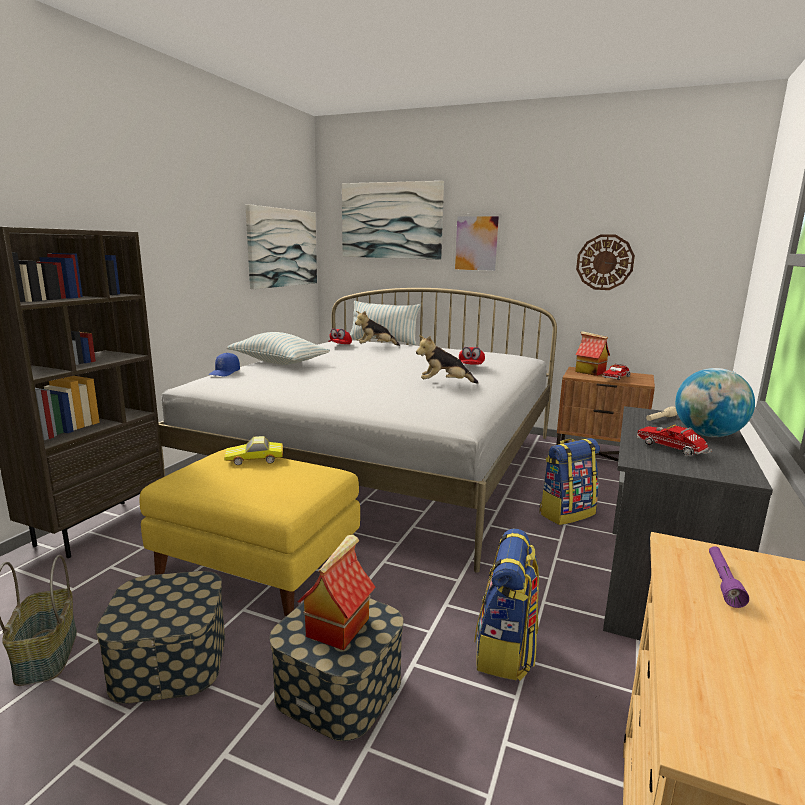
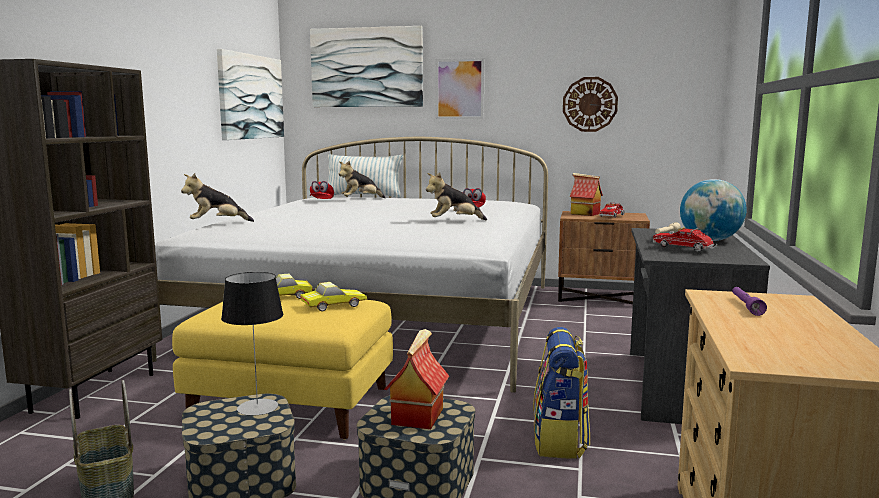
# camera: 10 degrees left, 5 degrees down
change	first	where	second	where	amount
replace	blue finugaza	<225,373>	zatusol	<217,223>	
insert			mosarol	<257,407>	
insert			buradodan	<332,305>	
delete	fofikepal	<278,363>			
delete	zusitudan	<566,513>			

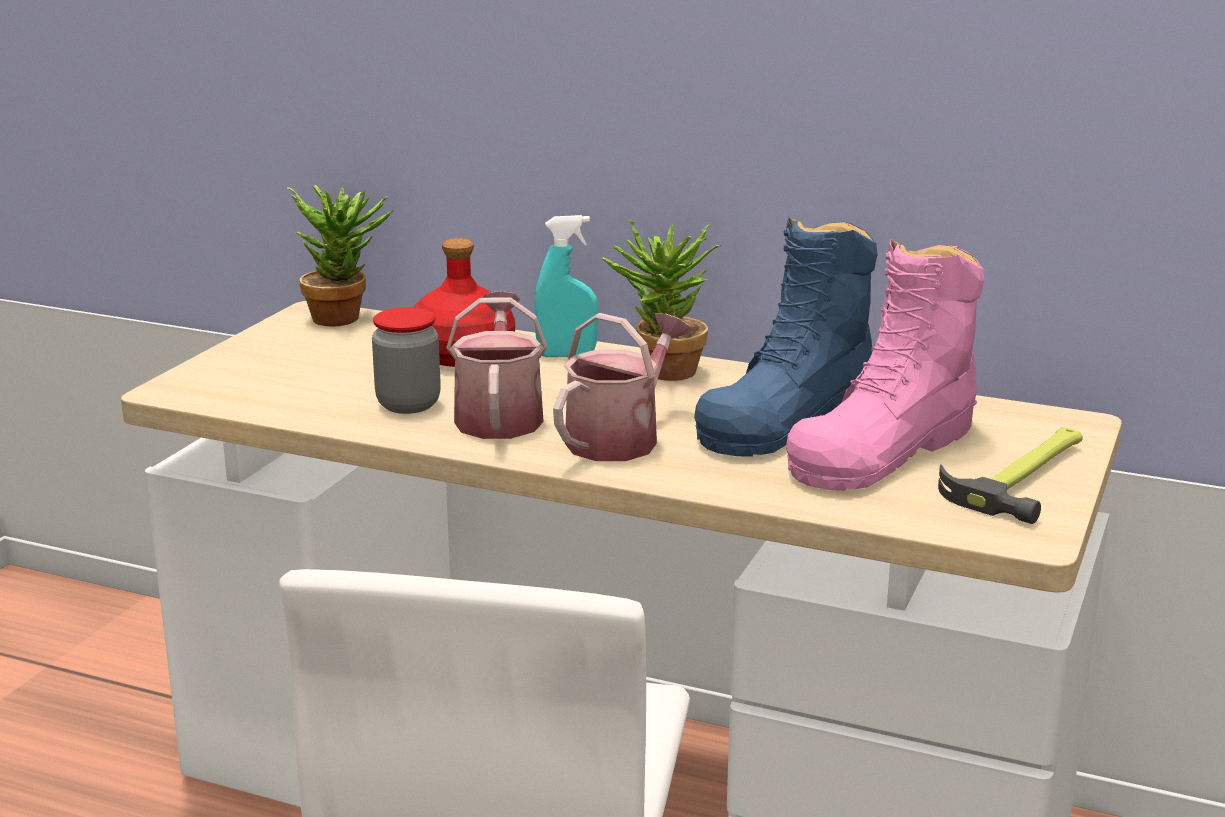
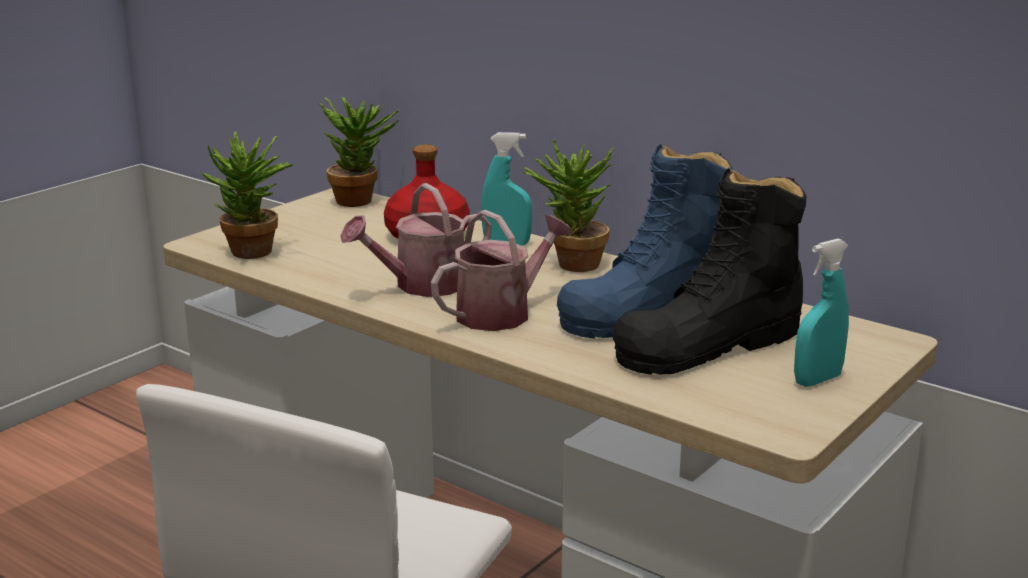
# camera: 15 degrees right, 0 degrees up
change	first	where	second	where	amount
insert			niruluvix	<253,255>	
rotate	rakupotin	<499,416>		<421,285>	135 degrees counterclockwise
recolor	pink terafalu	<884,450>	black terafalu	<709,345>	
replace	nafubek	<1025,476>	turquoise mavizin	<817,380>	
delete	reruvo	<408,404>			

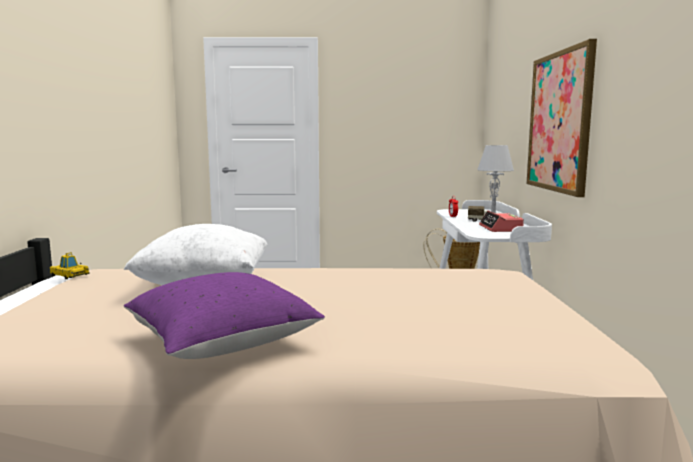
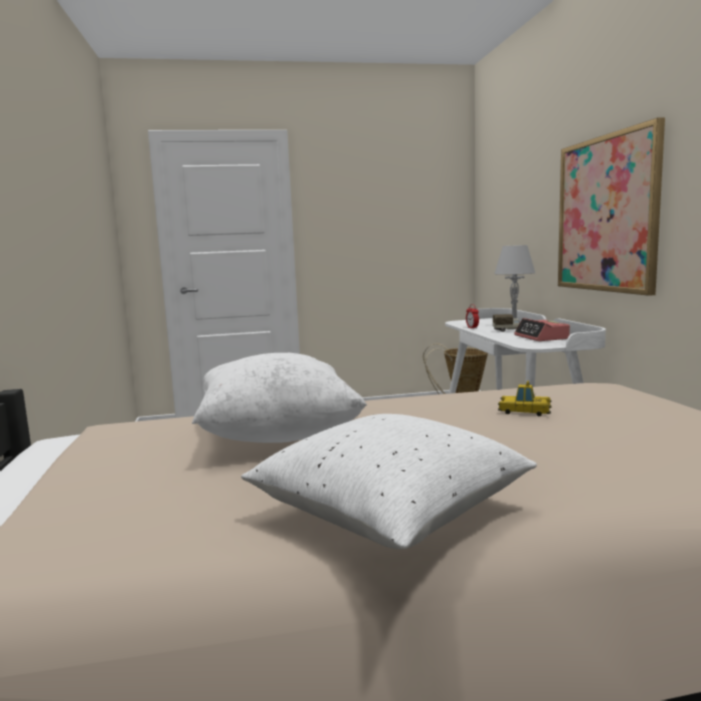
# camera: 10 degrees left, 0 degrees up
change	first	where	second	where	amount
recolor	purple fofikepal	<222,343>	white fofikepal	<390,514>	
move	buradodan	<69,275>		<524,411>	

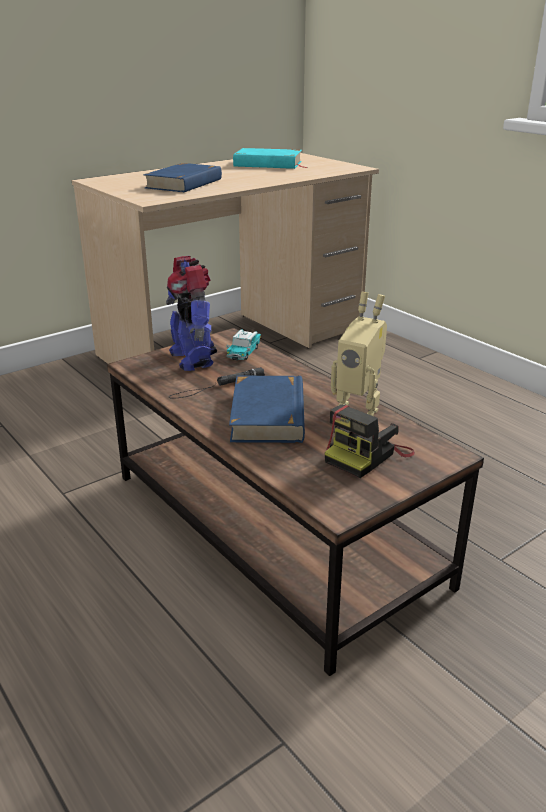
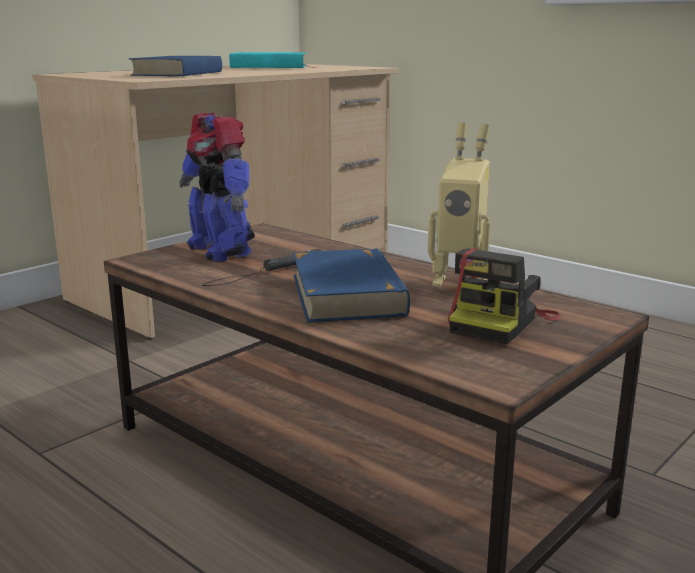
# camera: 10 degrees left, 10 degrees down
change	first	where	second	where	amount
delete	buradodan	<244,352>			

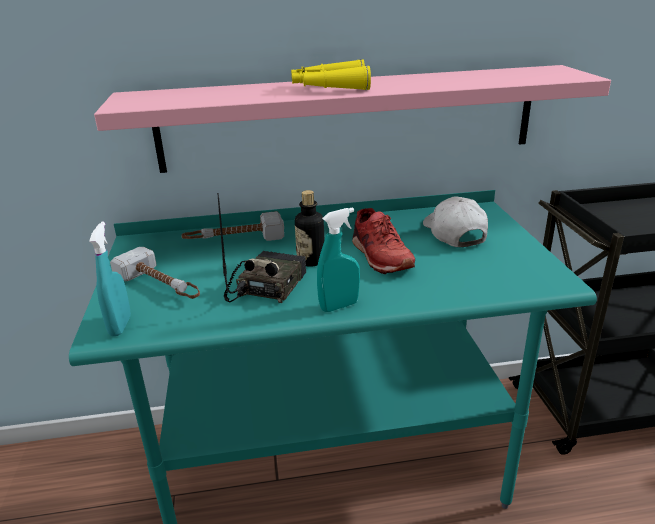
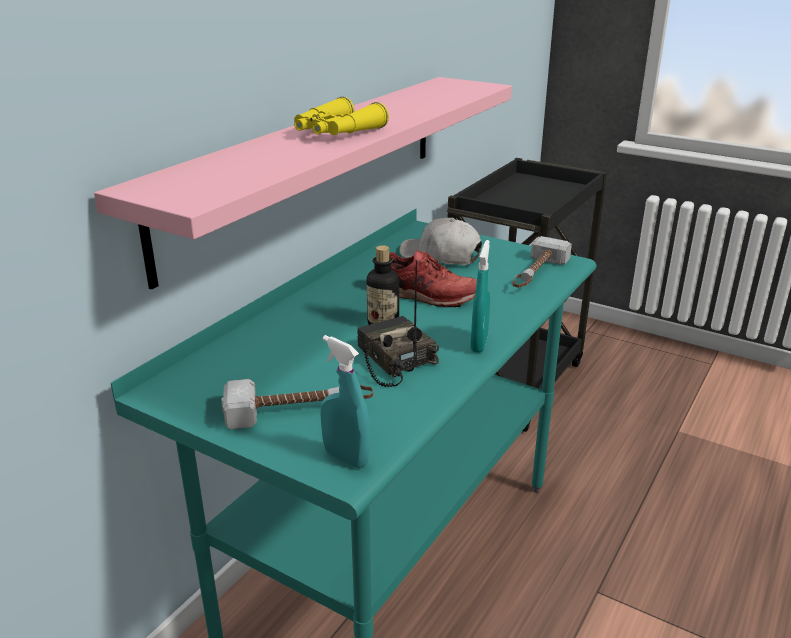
# camera: 50 degrees left, 0 degrees up
change	first	where	second	where	amount
move	nafubek	<234,238>		<536,274>	

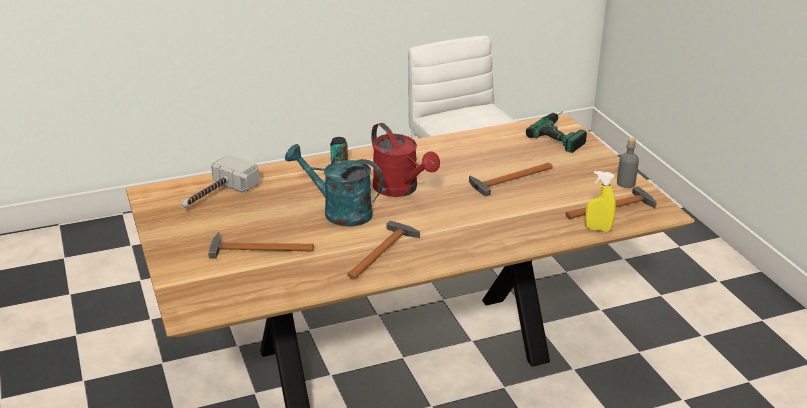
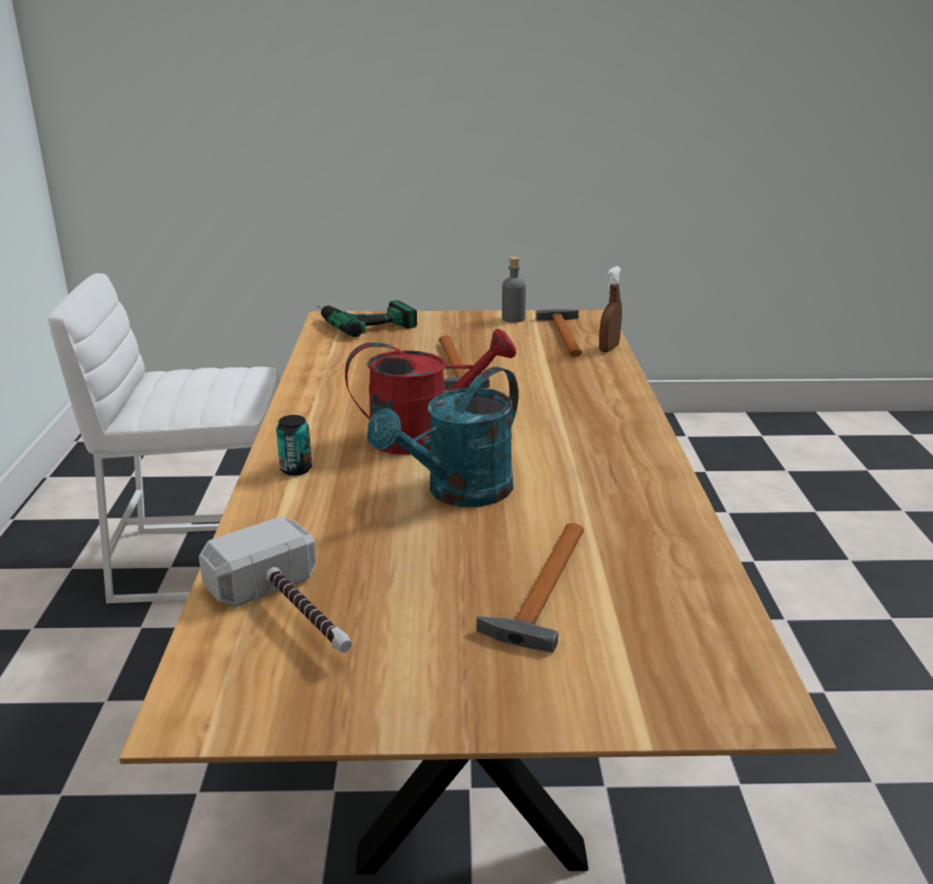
# camera: 70 degrees left, 5 degrees down
change	first	where	second	where	amount
recolor	yellow mavizin	<598,229>	brown mavizin	<609,348>	
delete	nafubek	<383,251>			

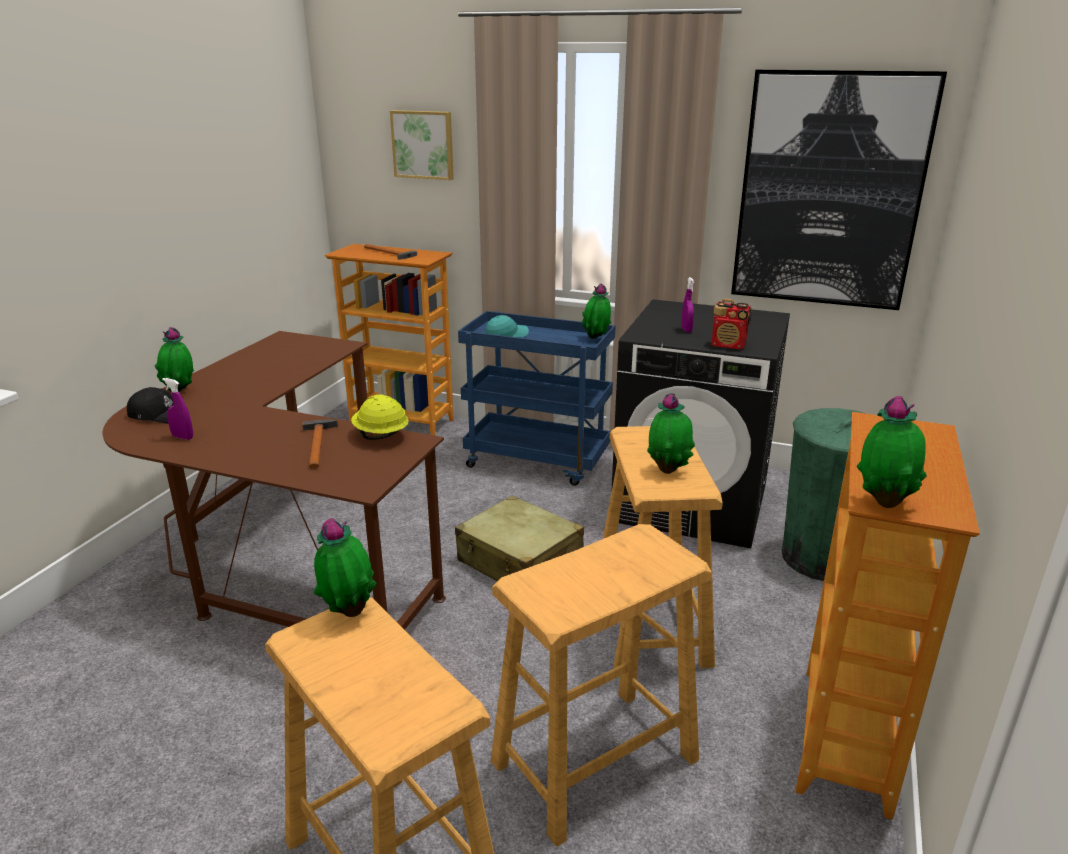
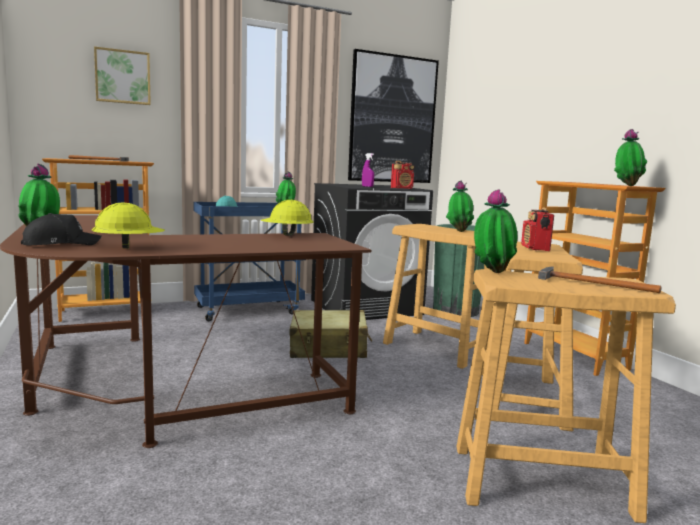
# camera: 45 degrees left, 15 degrees down
change	first	where	second	where	amount
replace	purple mavizin	<182,437>	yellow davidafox	<129,247>	
insert			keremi	<535,248>	
move	nafubek	<318,444>		<591,283>	

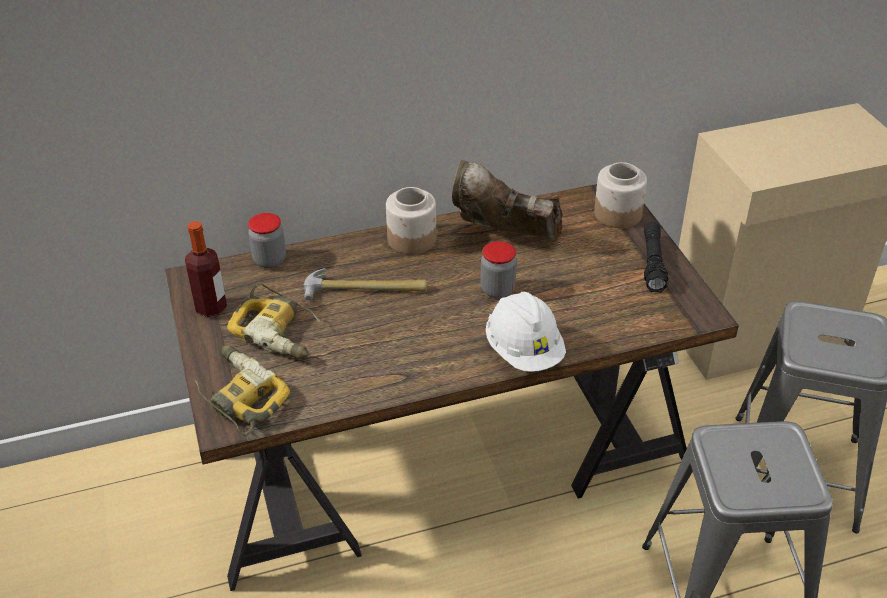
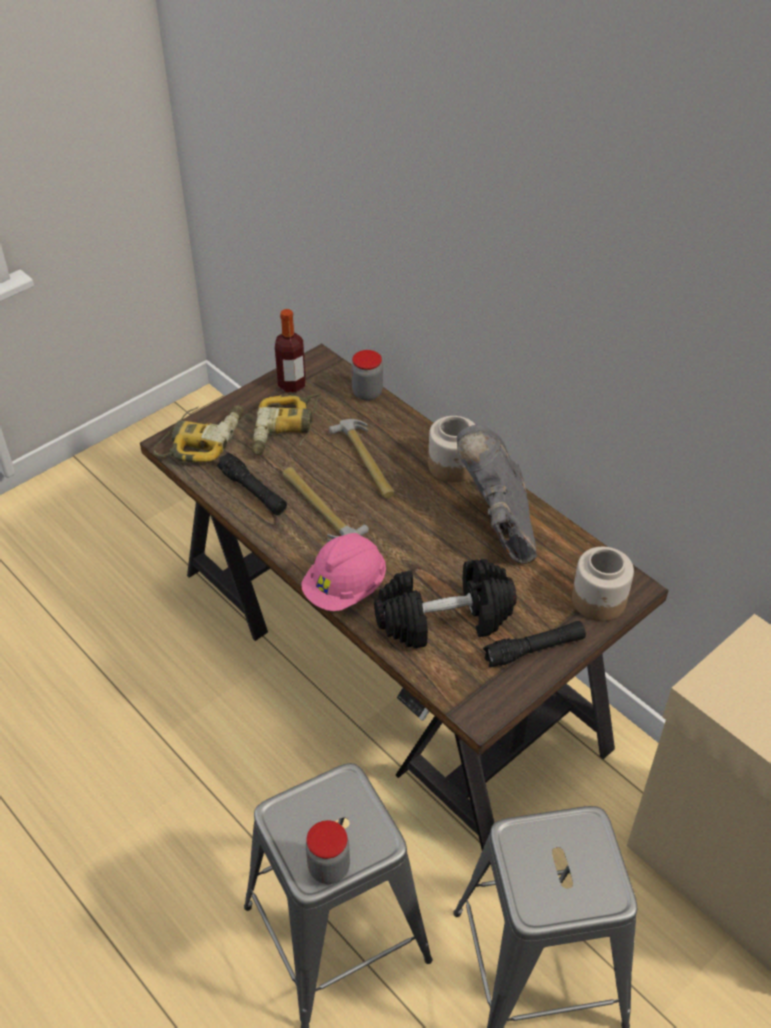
# camera: 65 degrees right, 5 degrees up
change	first	where	second	where	amount
insert			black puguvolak	<253,491>	
insert			nafubek	<320,508>	
recolor	white davidafox	<524,351>	pink davidafox	<345,588>	
move	reruvo	<497,290>		<329,868>	
insert			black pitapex	<444,620>	
recolor	brown terafalu	<503,237>	grey terafalu	<498,525>	

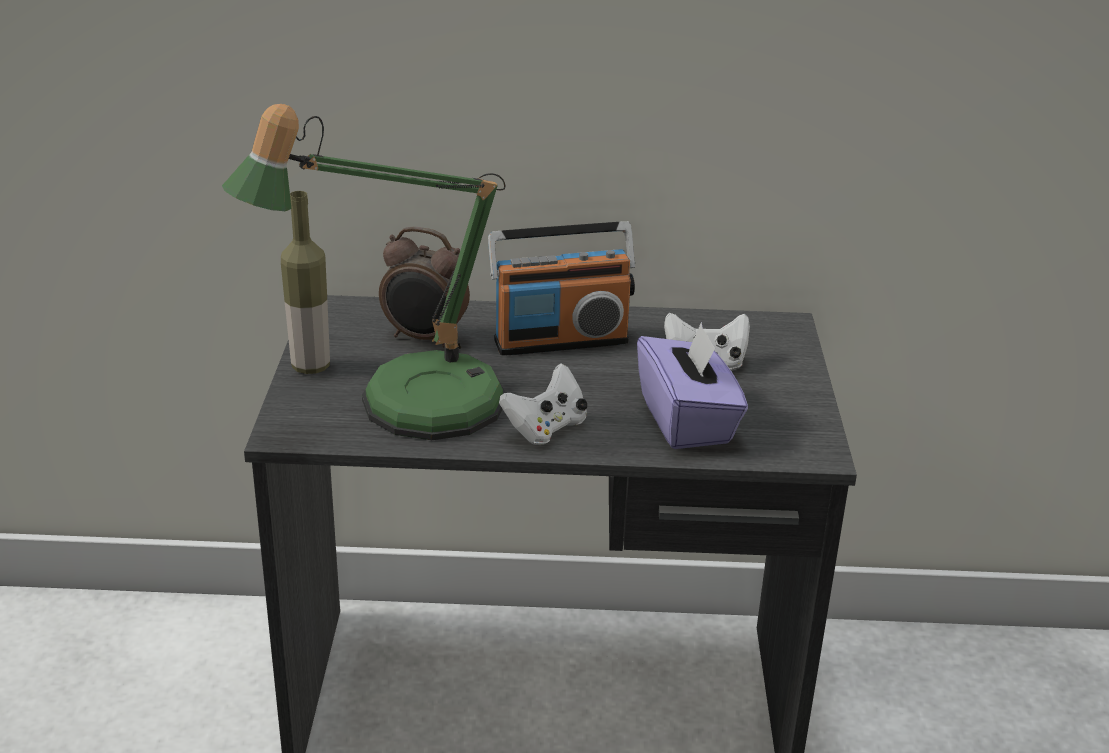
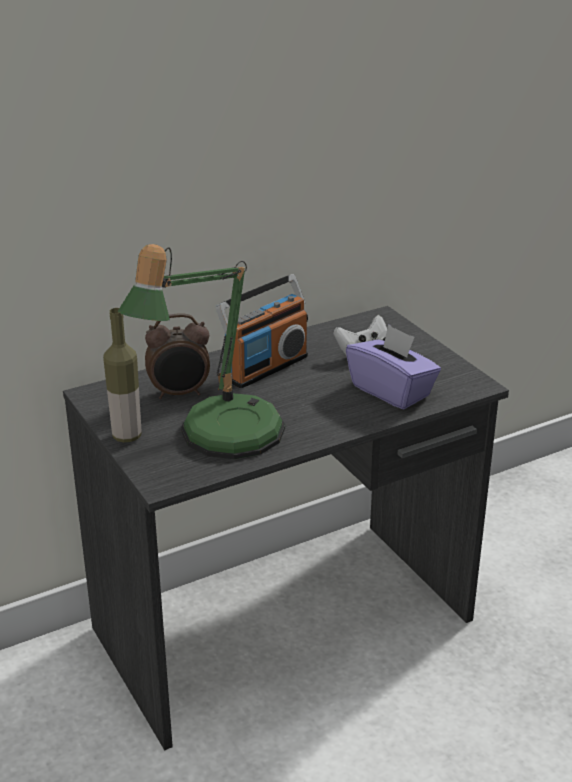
# camera: 30 degrees left, 0 degrees up
change	first	where	second	where	amount
delete	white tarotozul	<546,428>			

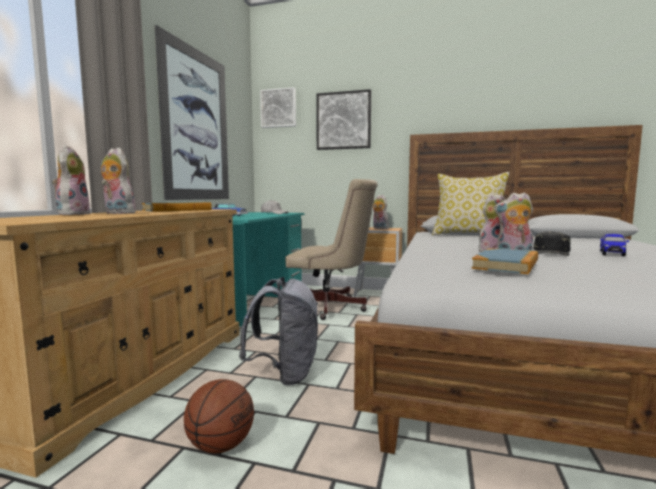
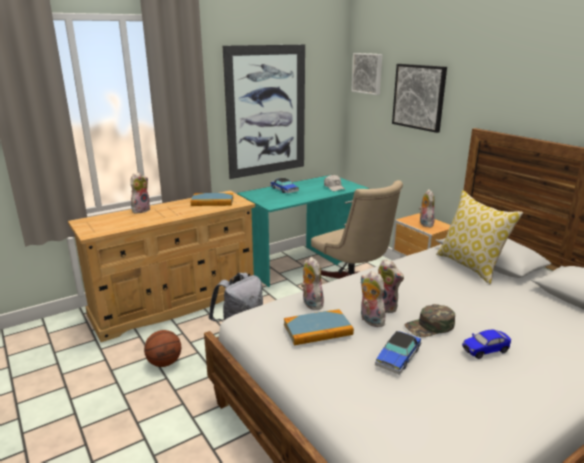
# camera: 40 degrees right, 15 degrees up
change	first	where	second	where	amount
move	zatusol	<117,213>		<310,303>	
insert			buradodan	<398,357>	
recolor	black finugaza	<552,252>	green finugaza	<430,326>	

